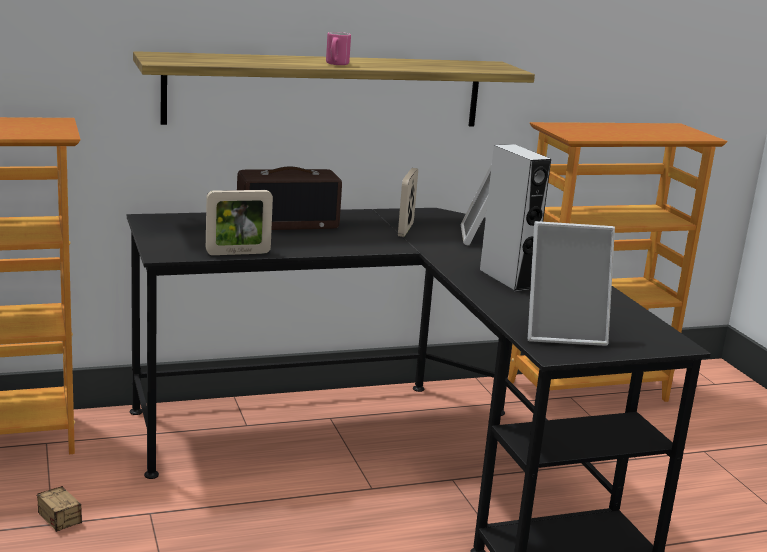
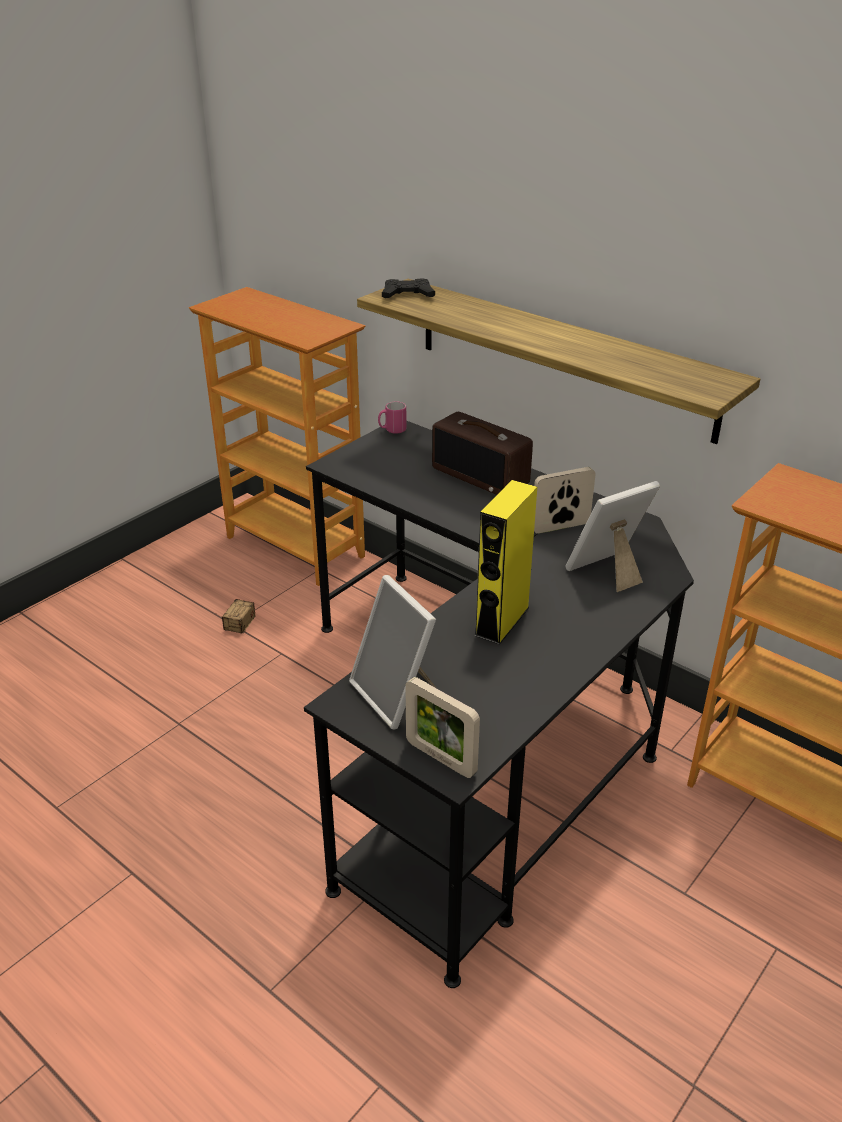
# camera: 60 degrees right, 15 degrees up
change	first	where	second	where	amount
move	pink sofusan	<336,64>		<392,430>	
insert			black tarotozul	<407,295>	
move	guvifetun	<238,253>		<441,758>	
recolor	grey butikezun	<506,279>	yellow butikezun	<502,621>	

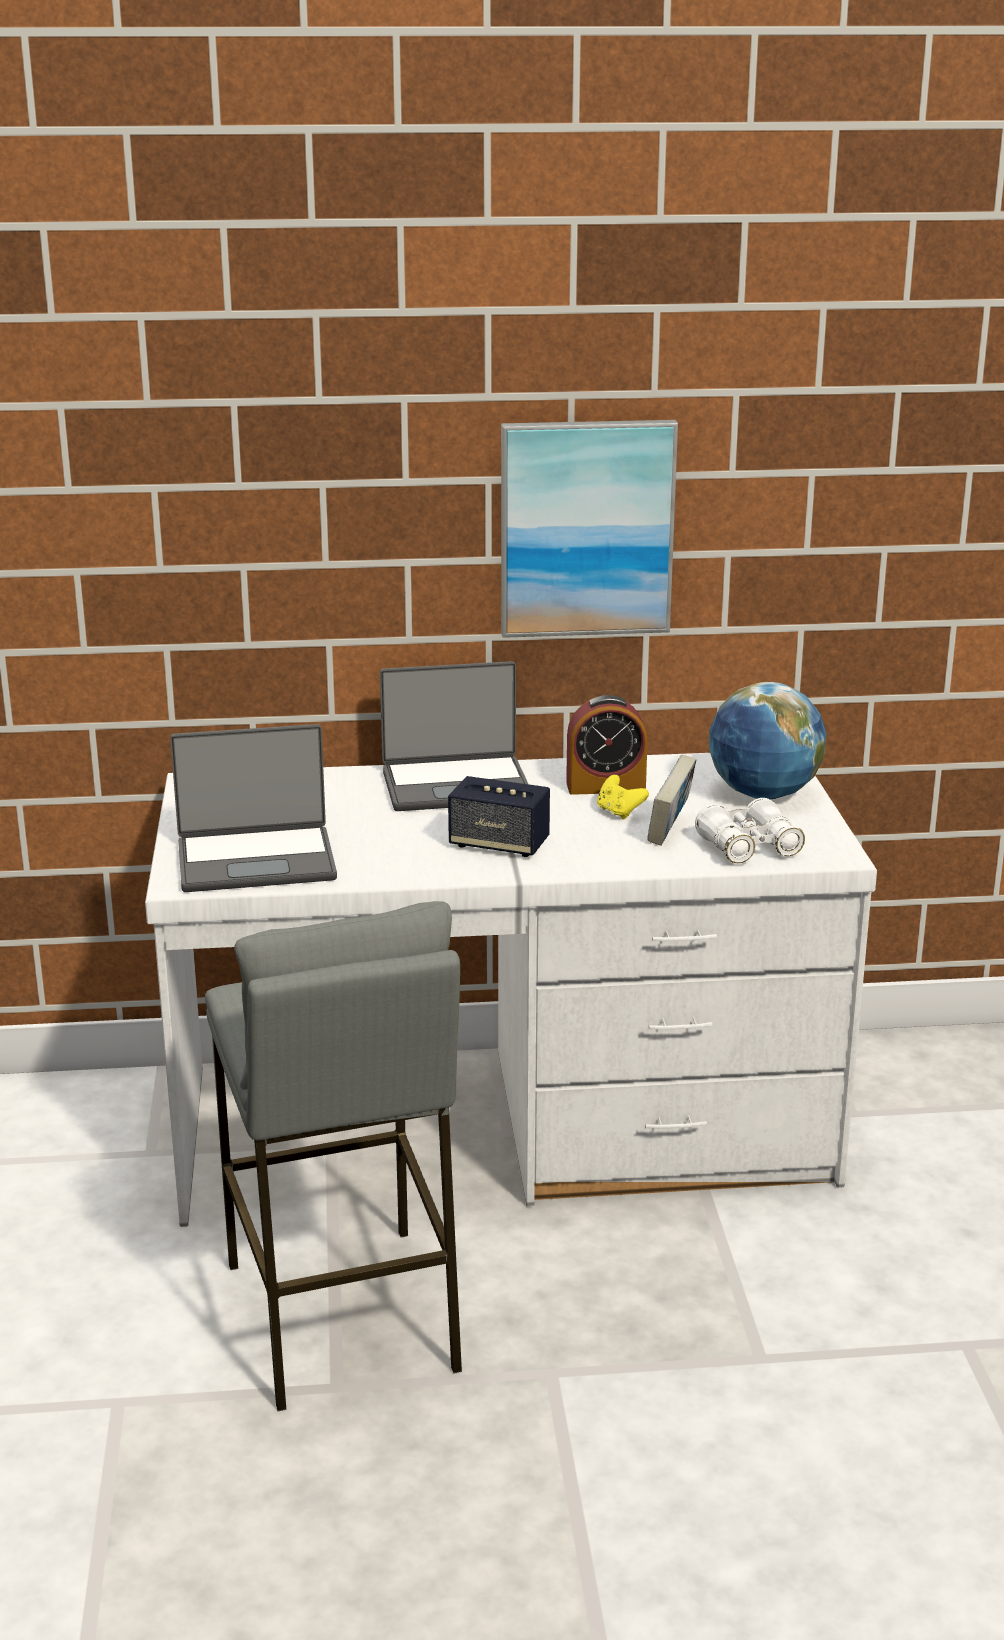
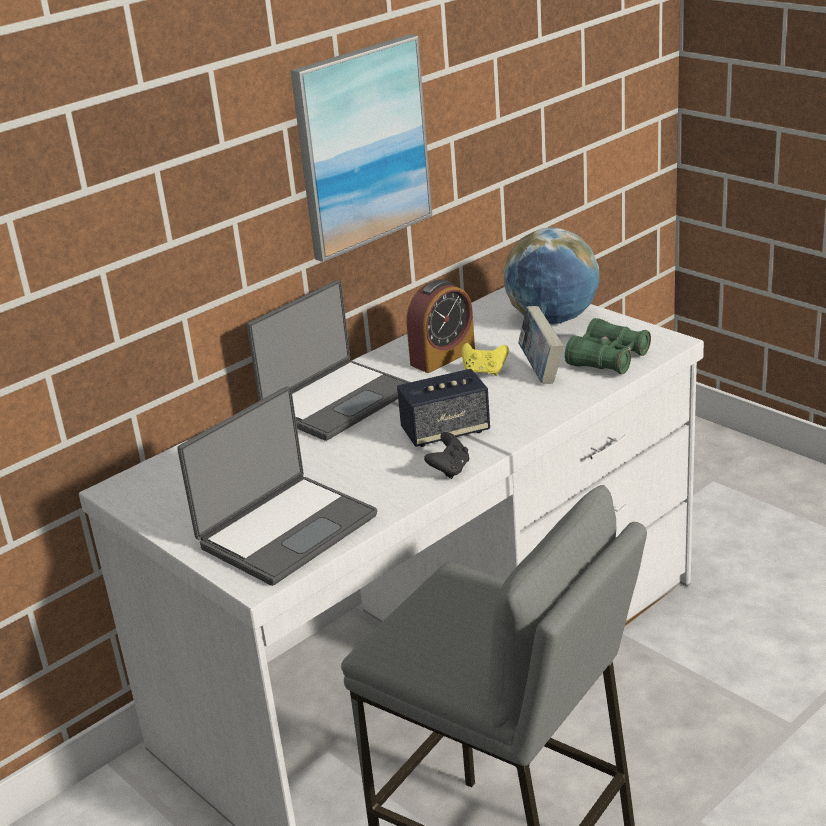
# camera: 35 degrees left, 5 degrees up
change	first	where	second	where	amount
insert			black tarotozul	<449,470>	
recolor	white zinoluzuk	<749,847>	green zinoluzuk	<607,359>	

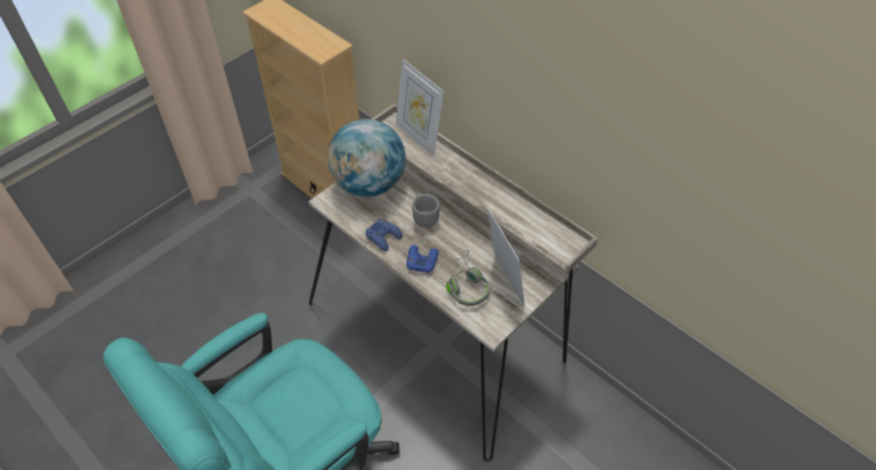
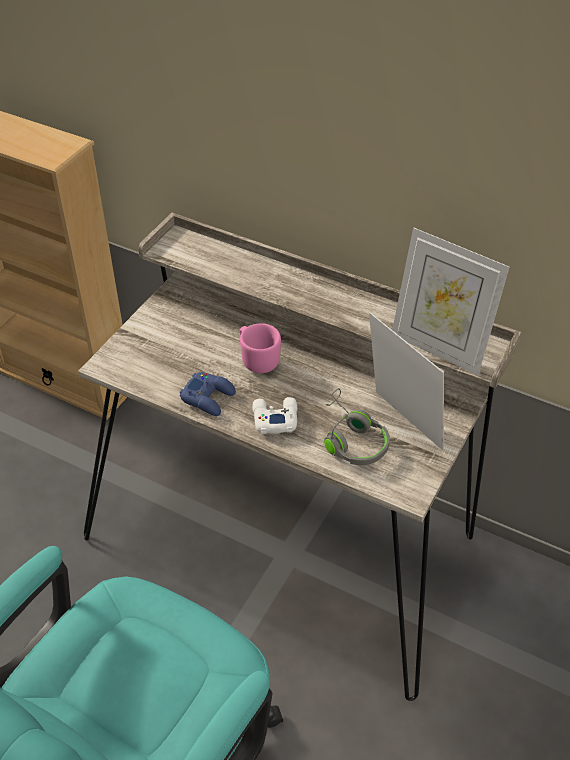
# camera: 15 degrees left, 5 degrees down
change	first	where	second	where	amount
recolor	grey sofusan	<425,216>	pink sofusan	<257,359>	
recolor	blue tarotozul	<421,260>	white tarotozul	<274,418>	
move	guvifetun	<419,136>		<438,348>	
delete	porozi	<369,184>			

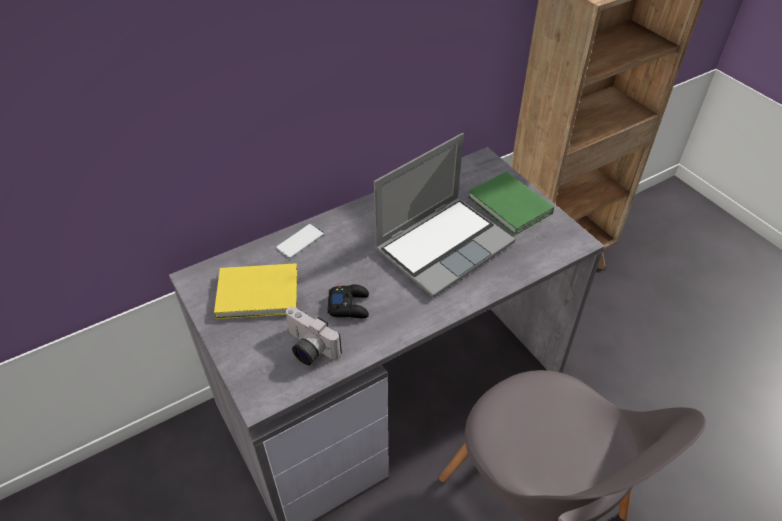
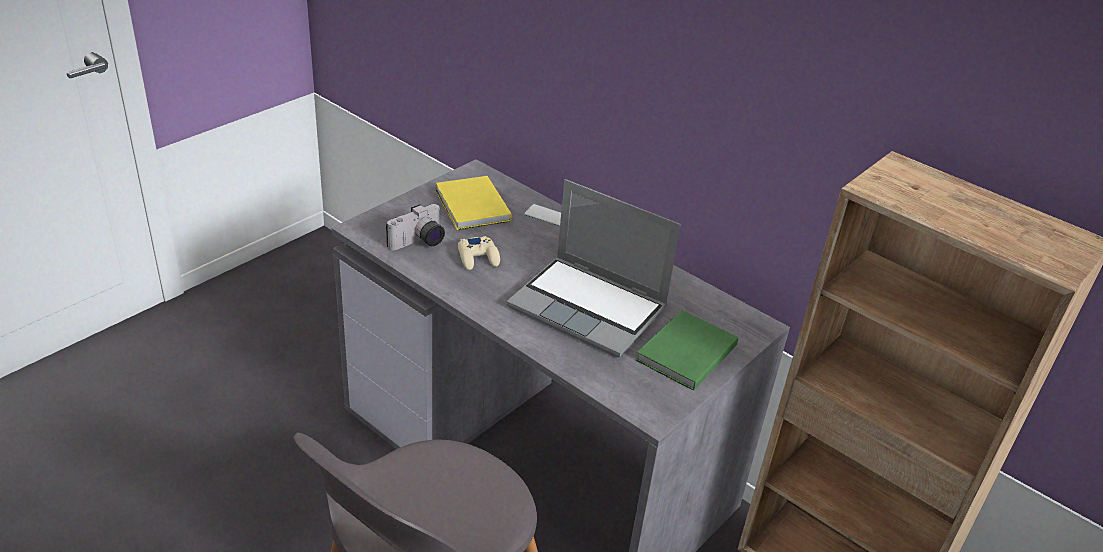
# camera: 70 degrees right, 10 degrees down
change	first	where	second	where	amount
rotate	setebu	<308,348>		<419,243>	150 degrees counterclockwise
recolor	black tarotozul	<349,305>	beige tarotozul	<478,258>	

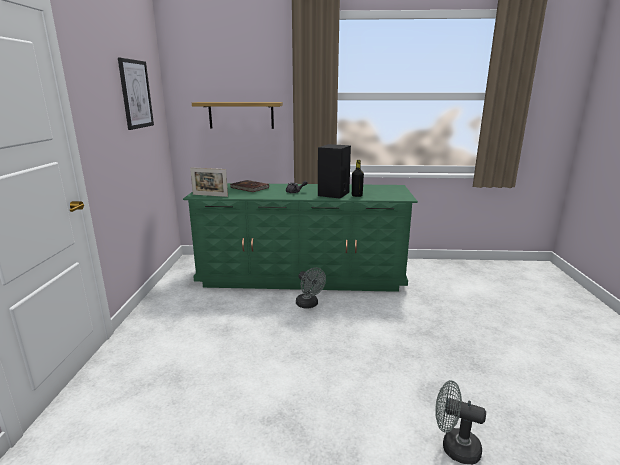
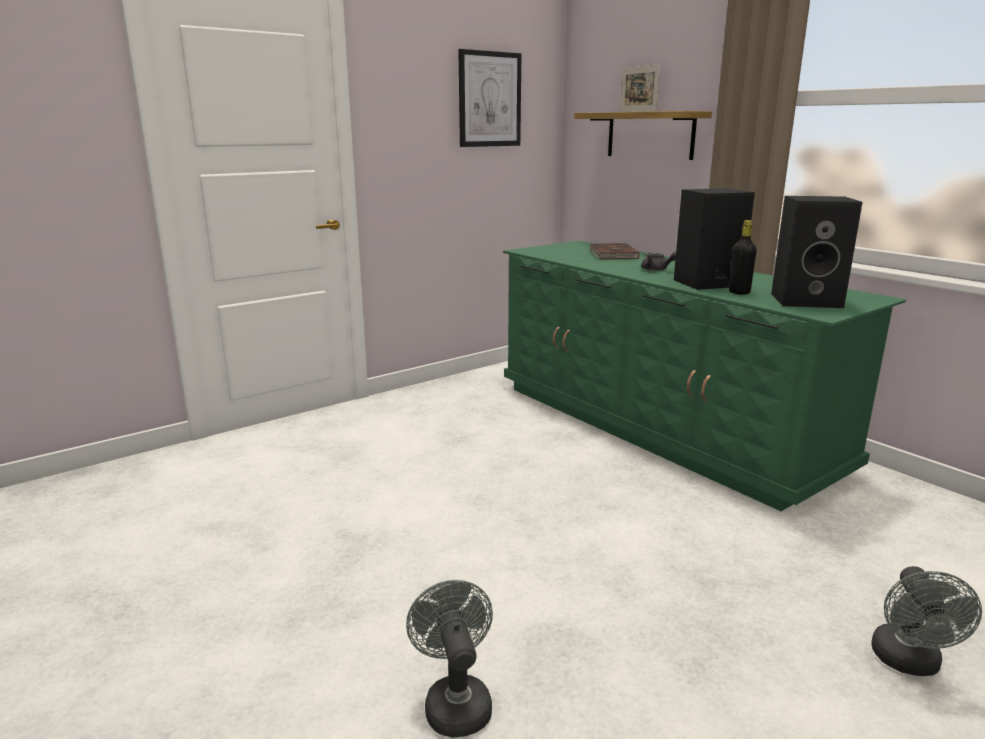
# camera: 50 degrees right, 0 degrees up
change	first	where	second	where	amount
move	guvifetun	<210,195>		<637,111>	
insert			black butikezun	<807,300>	
move	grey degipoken	<309,305>		<909,663>	

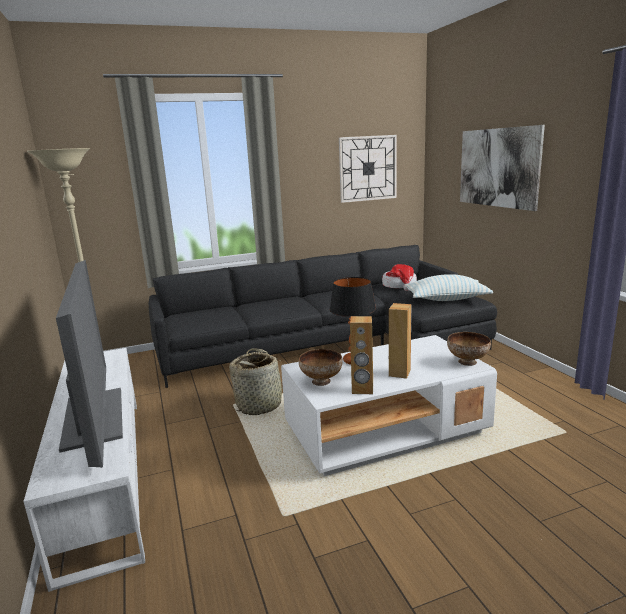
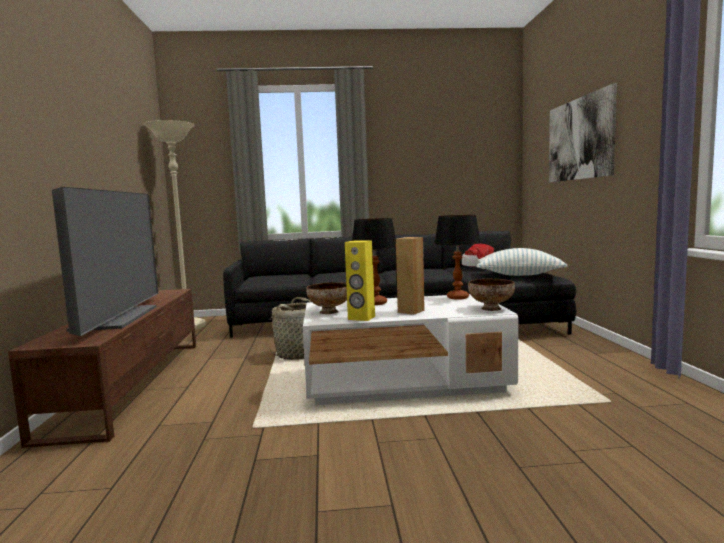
# camera: 15 degrees right, 10 degrees down
change	first	where	second	where	amount
recolor	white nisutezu	<105,473>	brown nisutezu	<133,383>	
recolor	brown butikezun	<362,389>	yellow butikezun	<361,318>	
insert			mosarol	<458,297>	
delete	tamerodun	<368,168>			

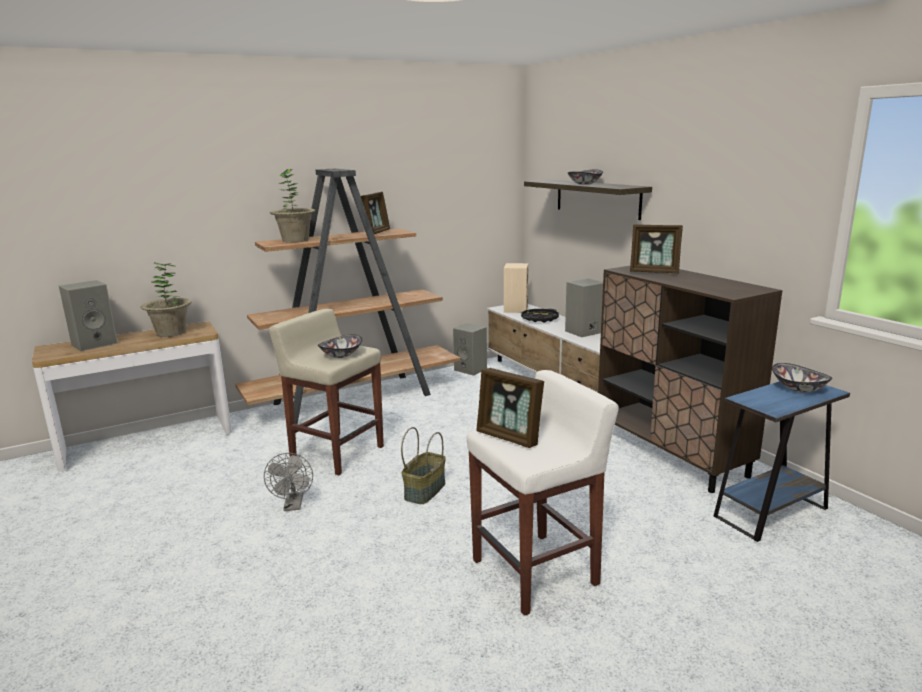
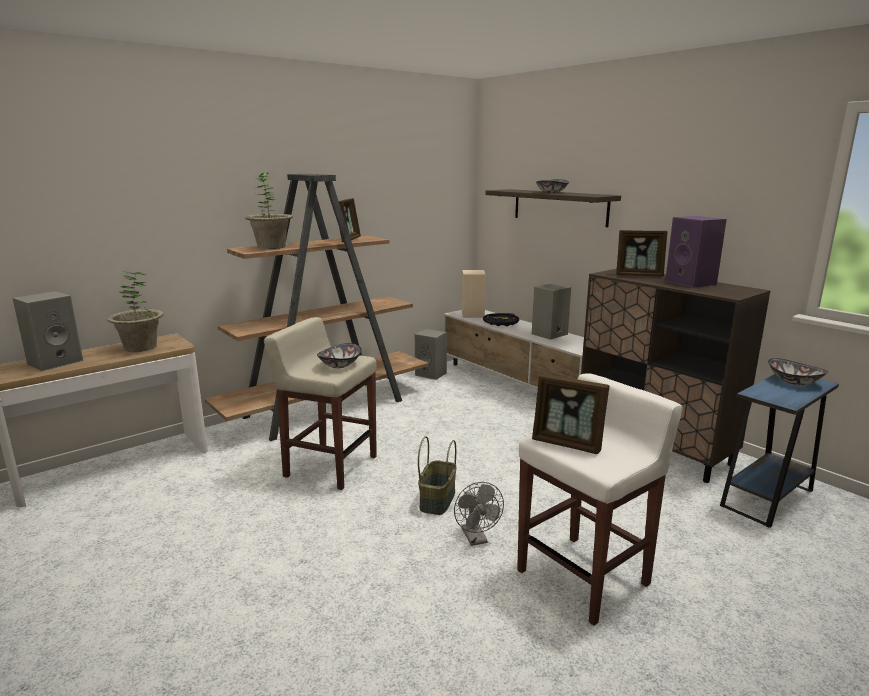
# camera: 10 degrees left, 0 degrees up
change	first	where	second	where	amount
move	grey degipoken	<293,506>		<476,539>	
insert			purple butikezun	<692,282>	

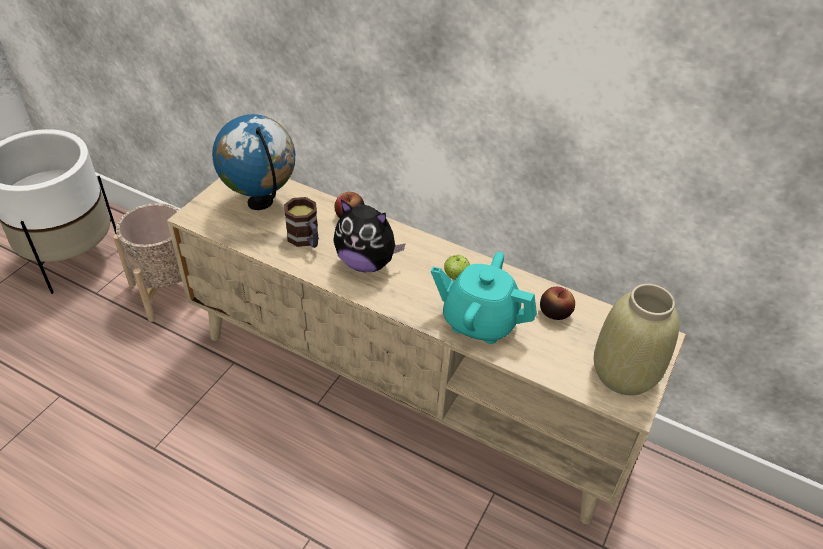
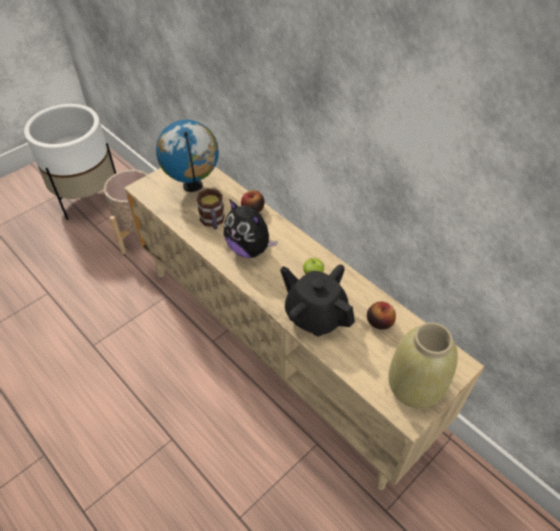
# camera: 20 degrees right, 5 degrees up
change	first	where	second	where	amount
recolor	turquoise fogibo	<479,321>	black fogibo	<315,315>	

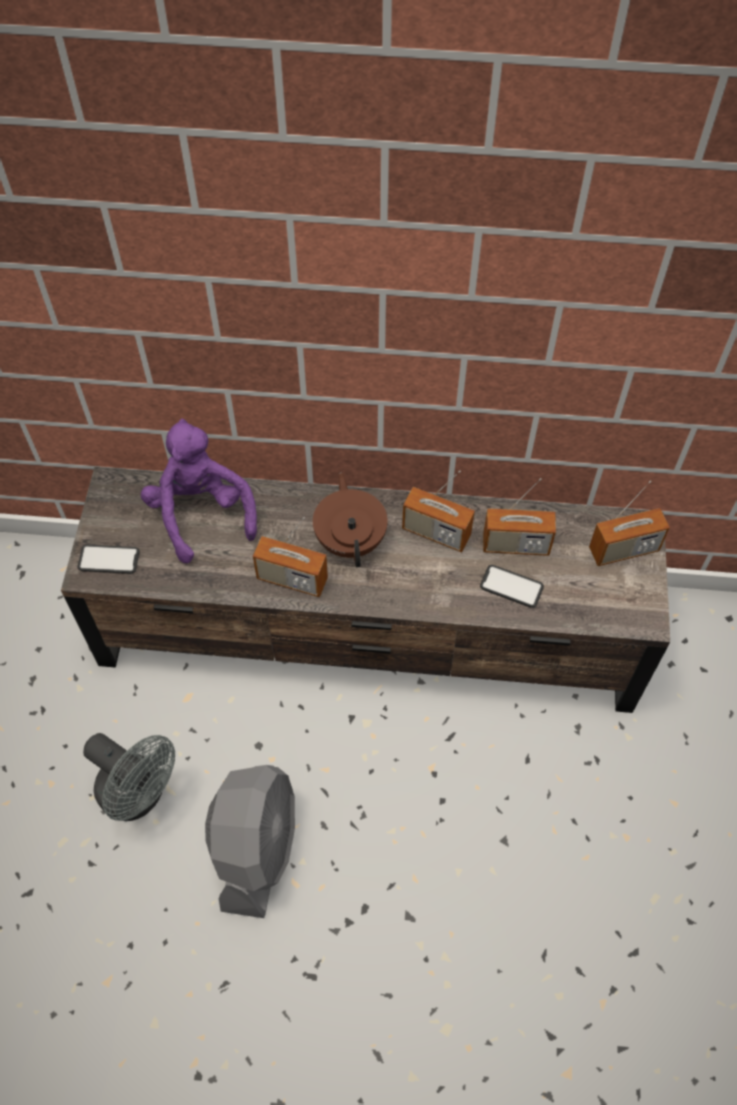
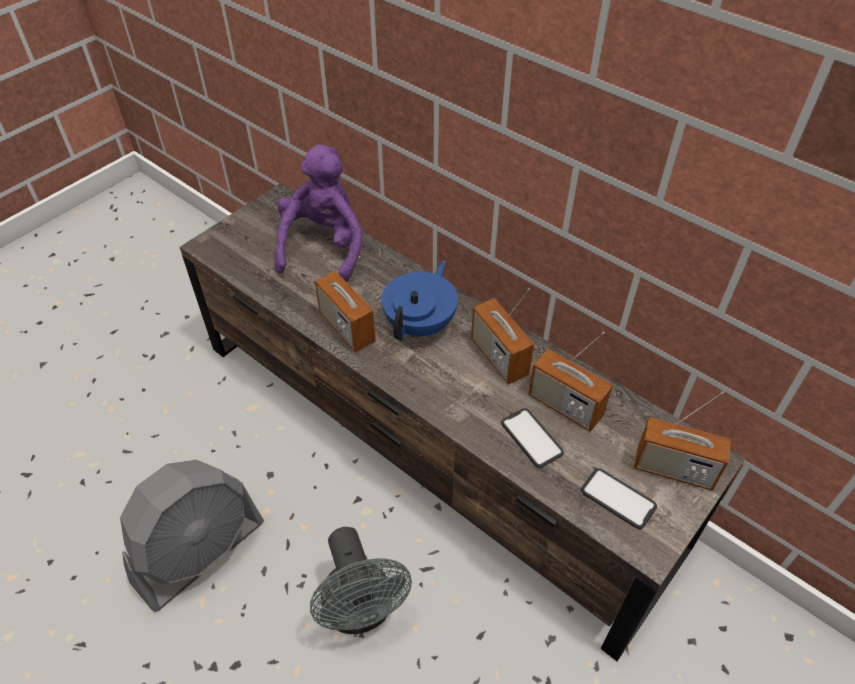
# camera: 35 degrees right, 10 degrees down
change	first	where	second	where	amount
move	grey degipoken	<139,795>		<361,611>	
recolor	brown fogibo	<351,539>	blue fogibo	<421,324>	
move	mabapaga	<109,559>		<618,498>	

